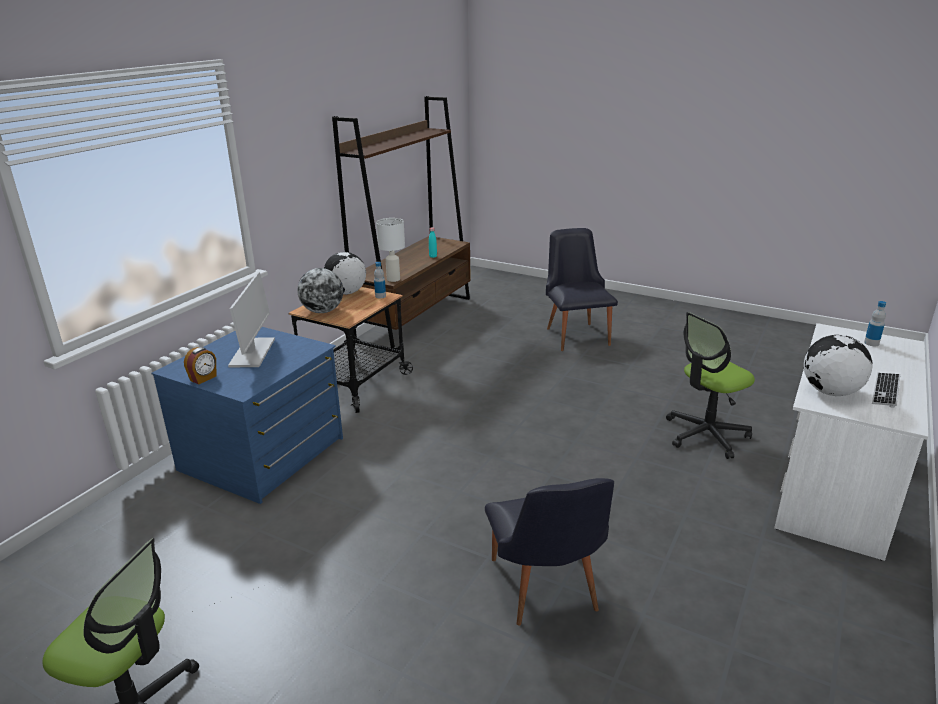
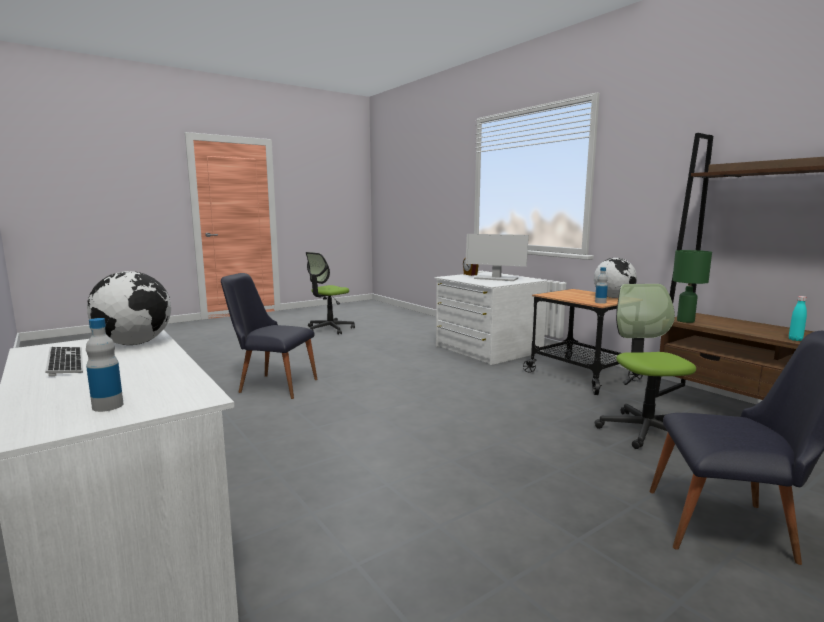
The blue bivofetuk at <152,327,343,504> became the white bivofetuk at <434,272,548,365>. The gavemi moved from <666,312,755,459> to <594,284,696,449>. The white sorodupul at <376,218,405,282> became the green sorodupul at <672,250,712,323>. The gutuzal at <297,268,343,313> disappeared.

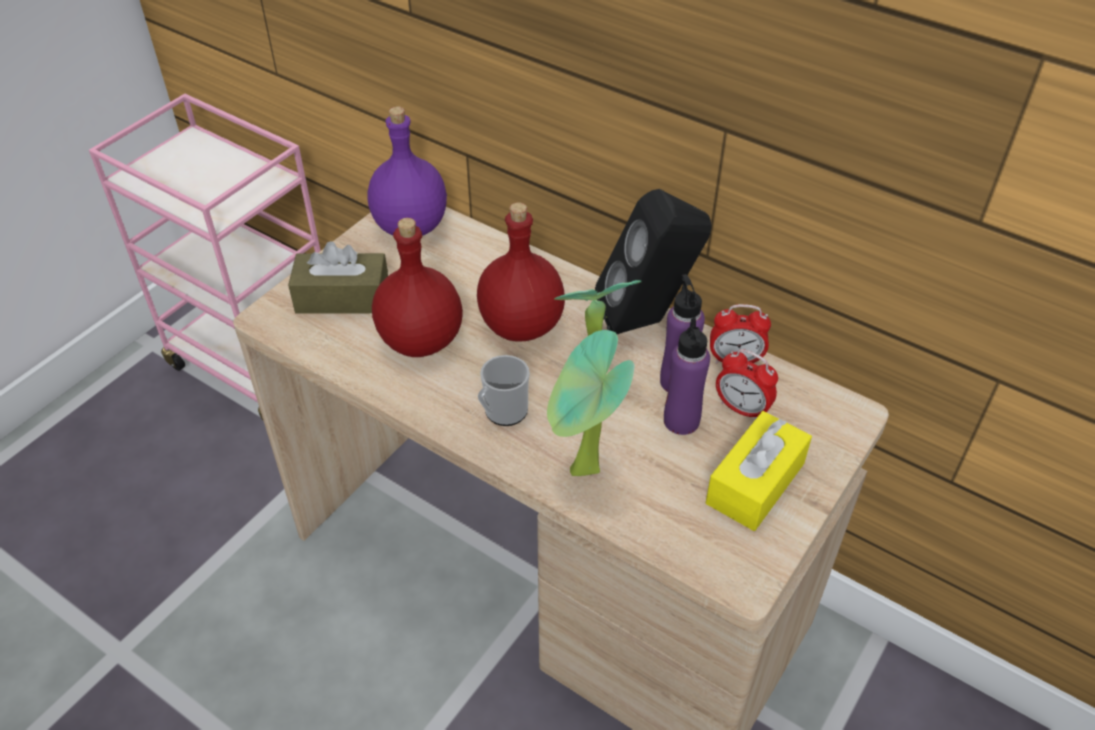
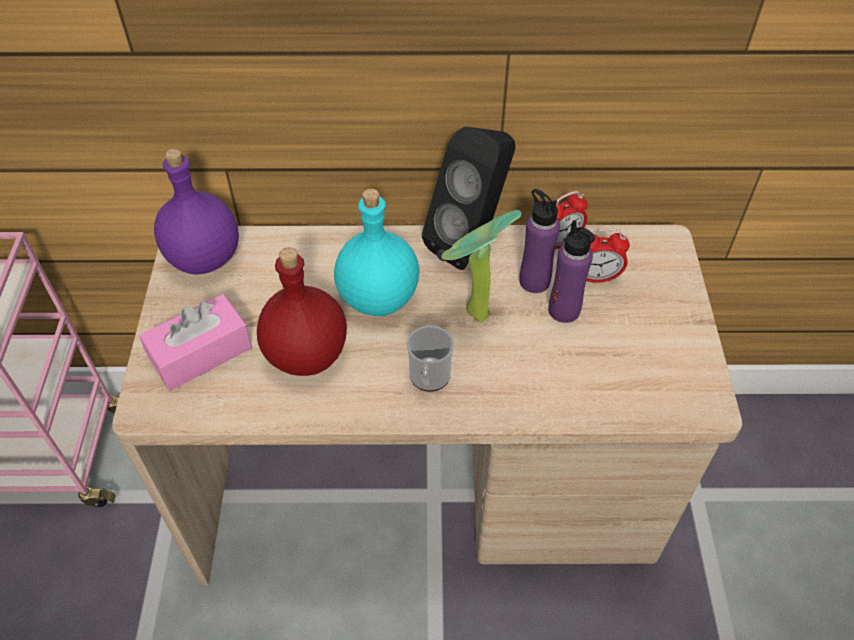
The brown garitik at <288,241,388,314> became the pink garitik at <139,294,252,391>. The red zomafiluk at <477,202,565,342> became the turquoise zomafiluk at <334,189,419,316>. The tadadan at <547,330,635,476> disappeared. The yellow garitik at <706,411,812,531> disappeared.

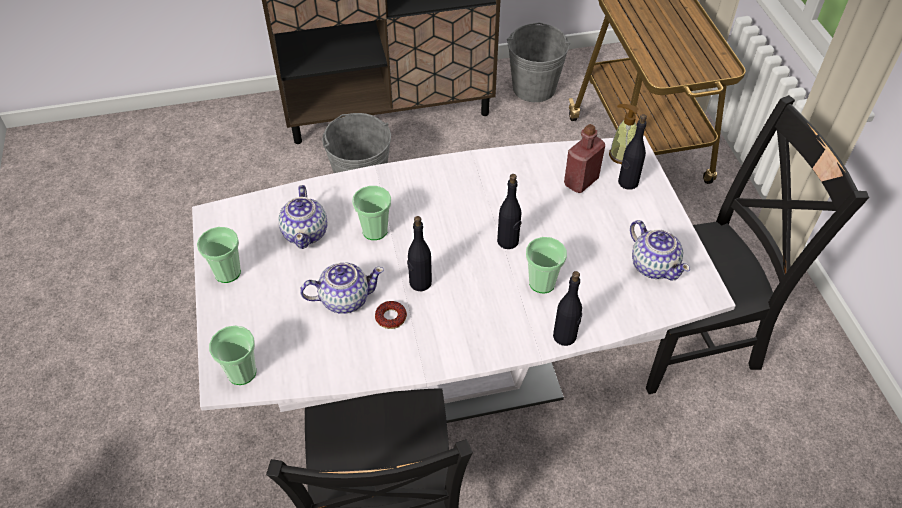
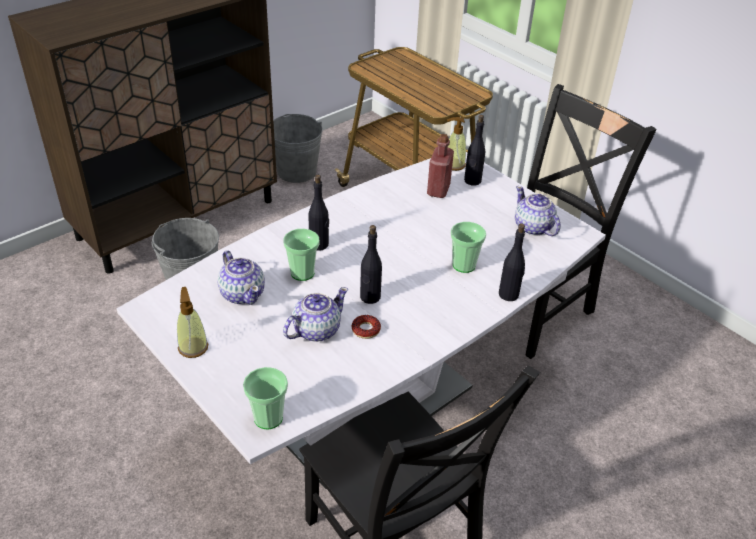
The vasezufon at <197,227,241,283> was replaced by the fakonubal at <177,287,208,358>. The black zomafiluk moved from <497,174,521,249> to <308,175,329,251>. The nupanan at <630,220,690,281> turned 150 degrees counterclockwise.

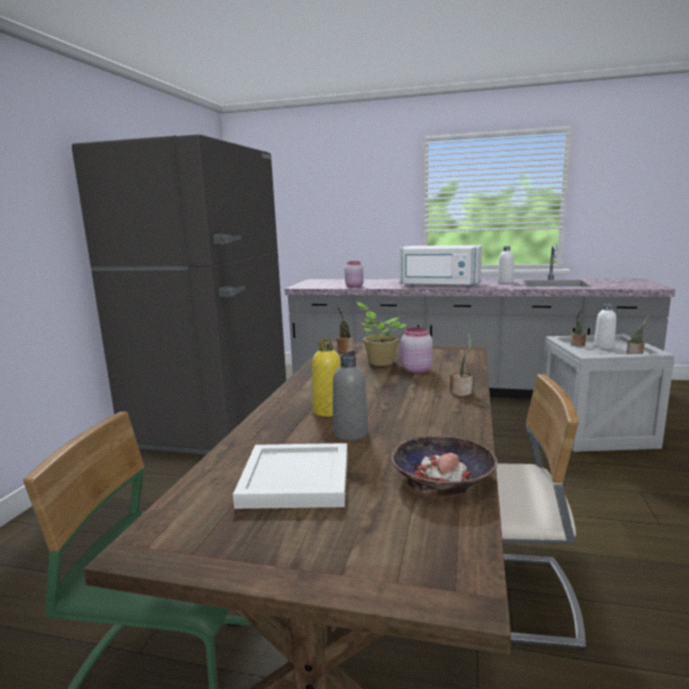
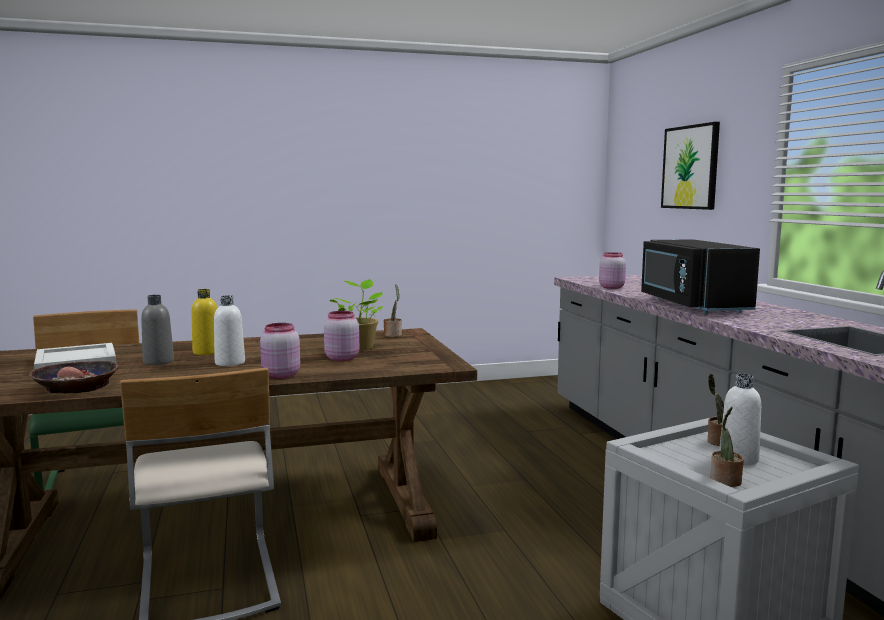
The white zomafiluk moved from <497,246,514,283> to <214,295,245,366>. The tadadan at <450,331,473,396> was replaced by the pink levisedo at <260,323,300,379>. The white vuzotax at <399,245,482,287> became the black vuzotax at <641,239,760,314>. The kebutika at <661,122,720,210> appeared. The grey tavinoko at <72,134,286,455> disappeared.

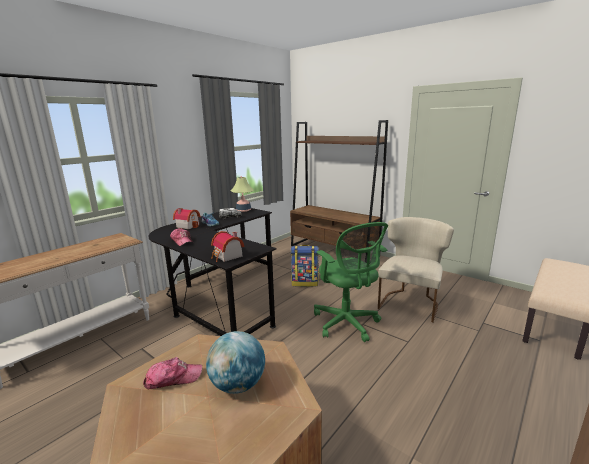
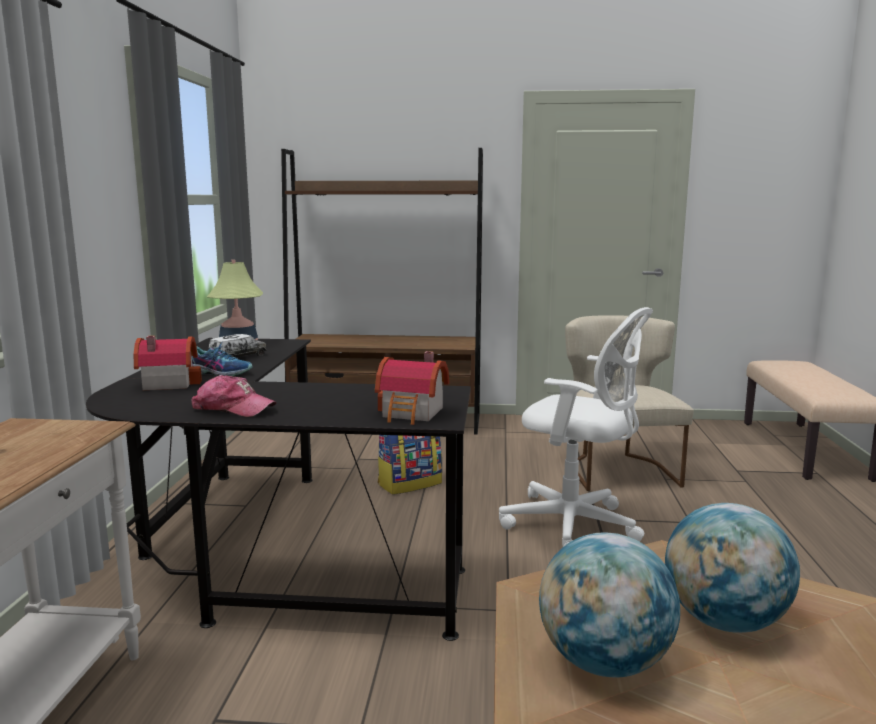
The green gavemi at <314,222,388,342> became the white gavemi at <499,307,653,547>. The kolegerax at <143,357,202,389> was replaced by the gutuzal at <539,532,680,678>.

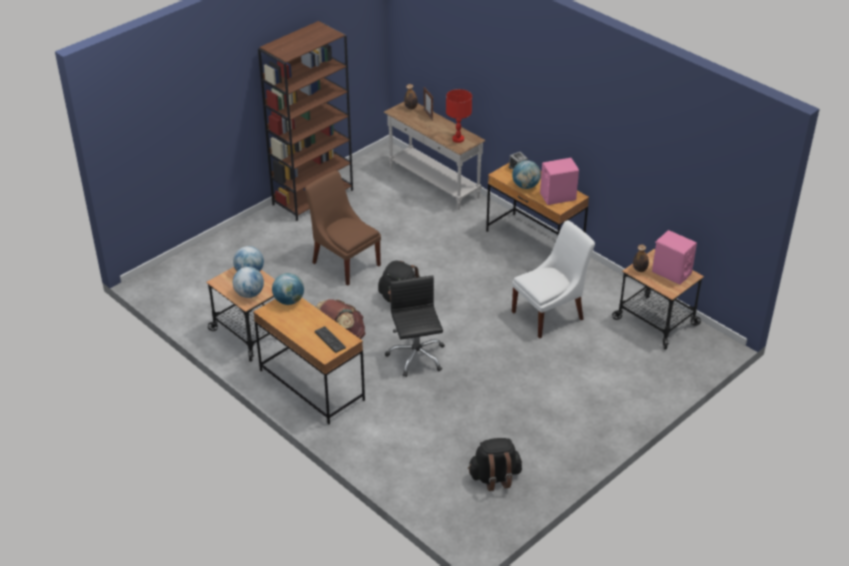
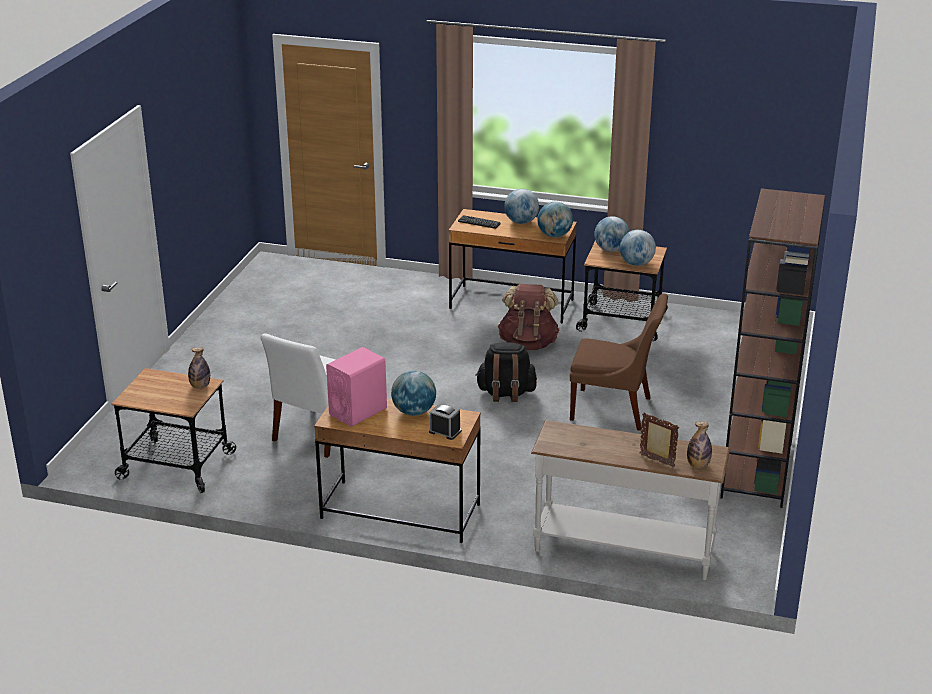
The gutuzal at <504,189,539,224> appeared. The black gavemi at <385,275,445,377> disappeared. The red sorodupul at <446,89,472,143> disappeared. The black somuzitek at <468,438,522,491> disappeared. The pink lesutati at <652,230,697,285> disappeared.

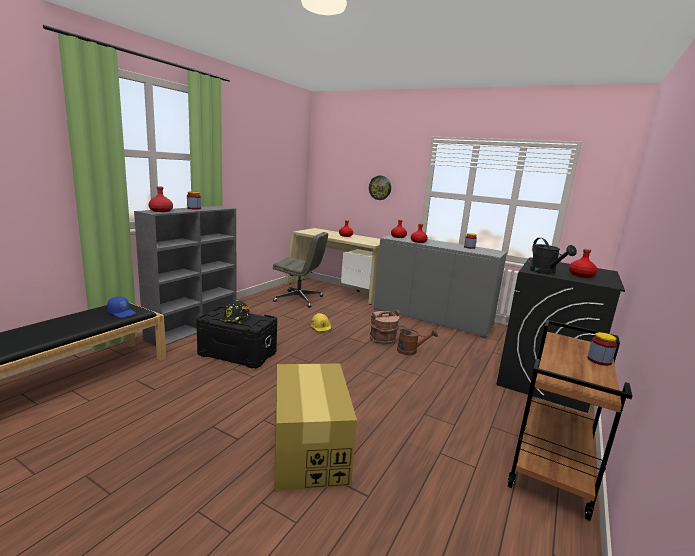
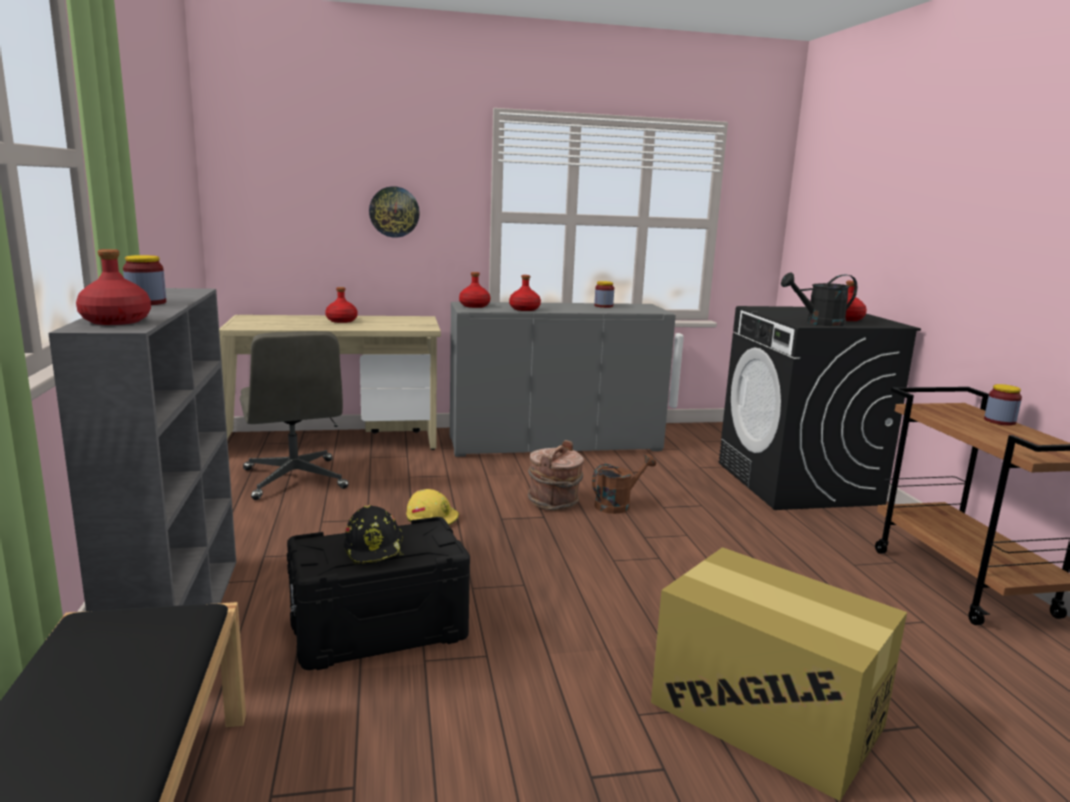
The grey gavemi at <273,232,328,308> turned 90 degrees clockwise. The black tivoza at <530,238,577,275> turned 135 degrees clockwise. The blue kolegerax at <107,296,136,318> disappeared.

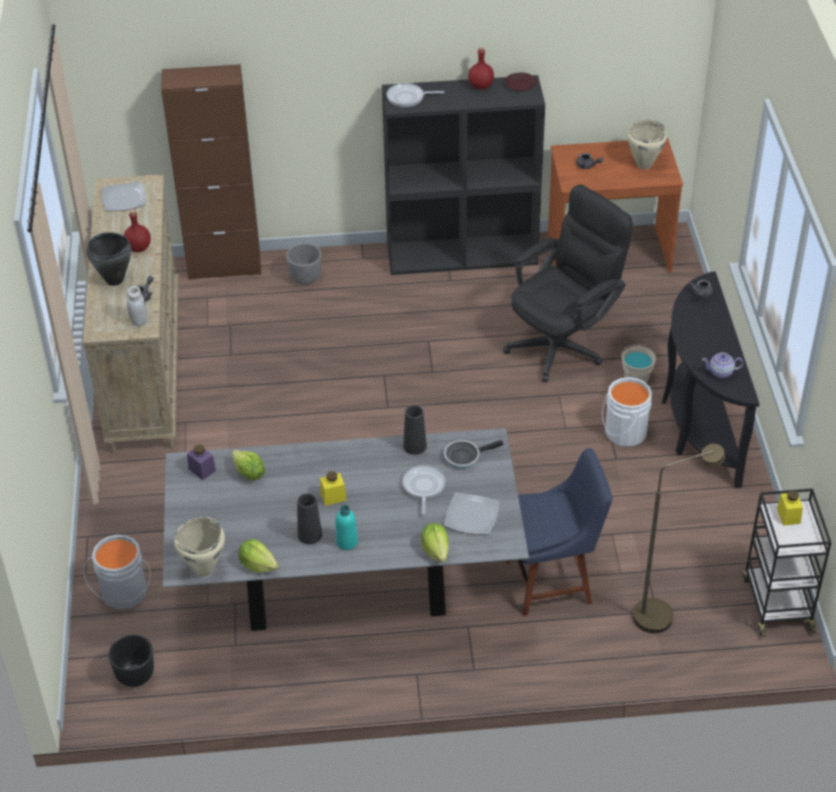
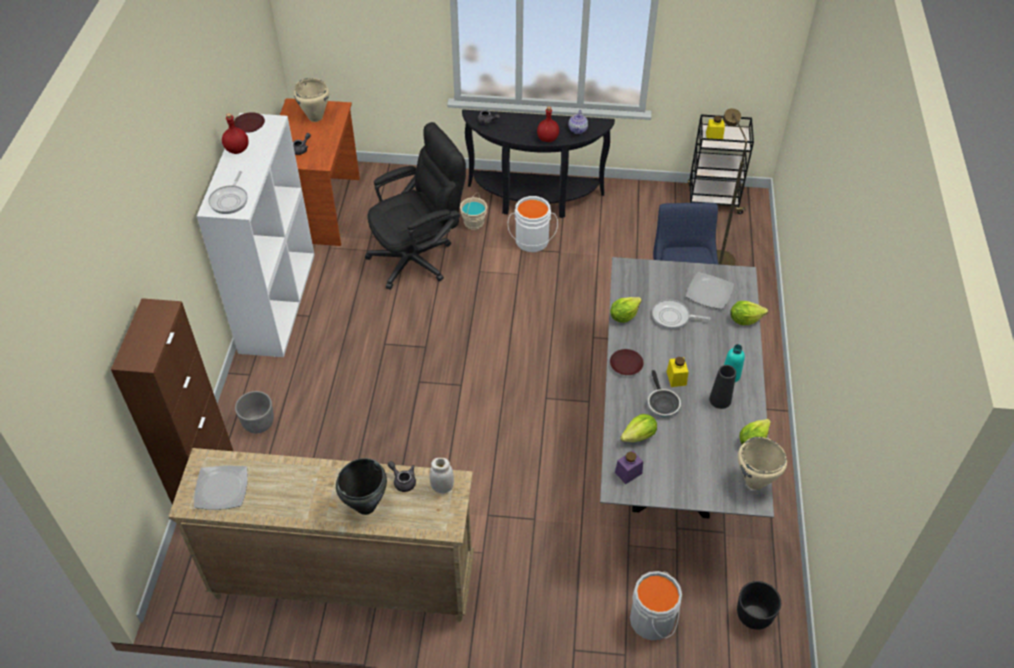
The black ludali at <382,75,545,275> became the white ludali at <197,113,315,357>. The black gavemi at <503,184,633,382> turned 90 degrees clockwise. The red zomafiluk moved from <124,210,151,252> to <537,107,559,142>. The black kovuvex at <403,405,427,455> was replaced by the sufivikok at <610,297,642,323>. The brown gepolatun at <610,349,644,375> appeared. The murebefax moved from <444,440,504,469> to <647,370,681,417>.

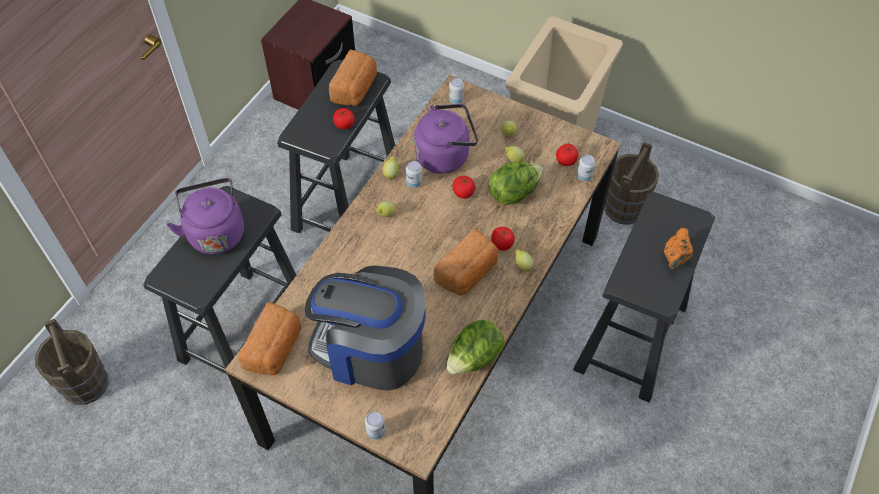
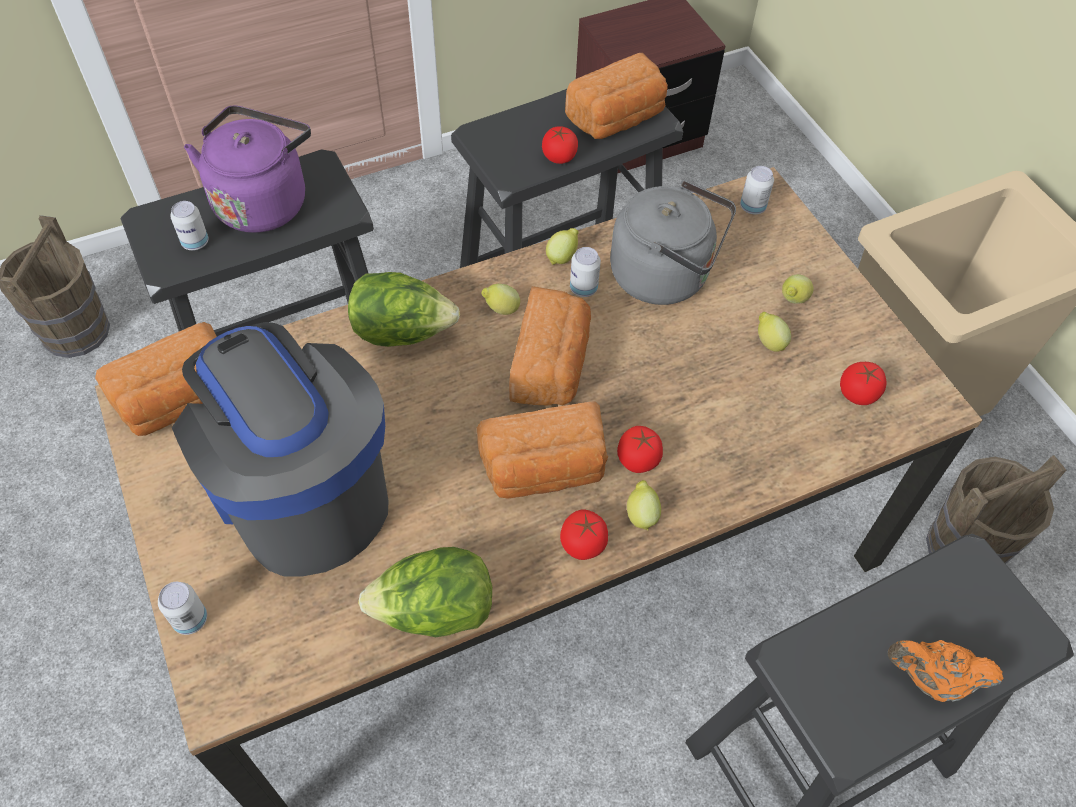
The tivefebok moved from <577,155,595,182> to <170,201,209,250>. The sufivikok moved from <488,162,543,205> to <348,272,460,347>. The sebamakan at <509,286,591,406> appeared. The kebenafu moved from <453,176,475,199> to <560,510,608,560>. The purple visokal at <414,104,478,174> became the grey visokal at <610,180,736,305>. The orange nupanan at <664,228,693,270> turned 45 degrees clockwise.

